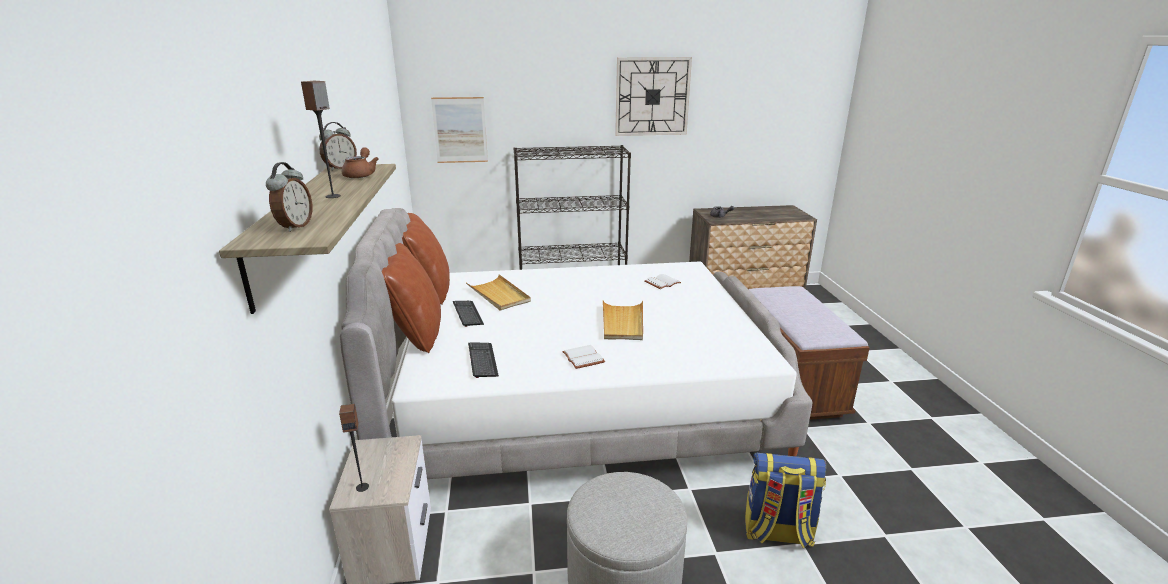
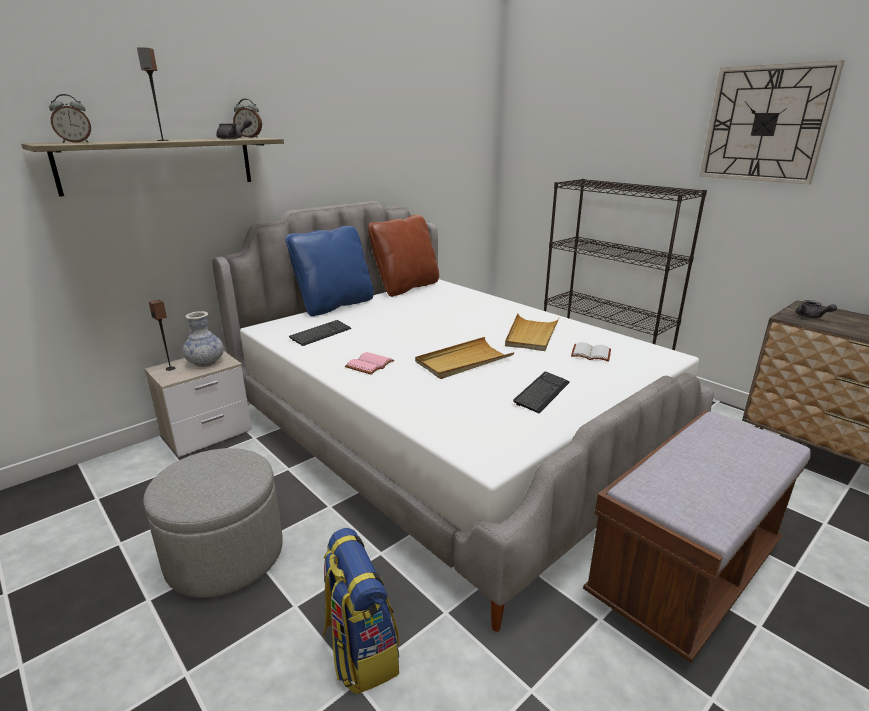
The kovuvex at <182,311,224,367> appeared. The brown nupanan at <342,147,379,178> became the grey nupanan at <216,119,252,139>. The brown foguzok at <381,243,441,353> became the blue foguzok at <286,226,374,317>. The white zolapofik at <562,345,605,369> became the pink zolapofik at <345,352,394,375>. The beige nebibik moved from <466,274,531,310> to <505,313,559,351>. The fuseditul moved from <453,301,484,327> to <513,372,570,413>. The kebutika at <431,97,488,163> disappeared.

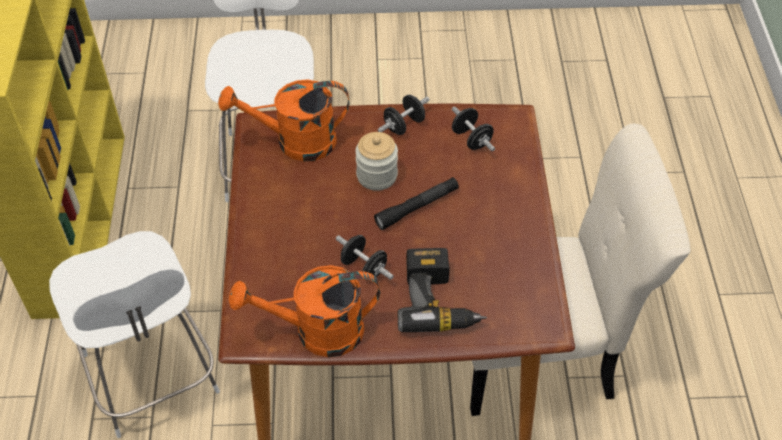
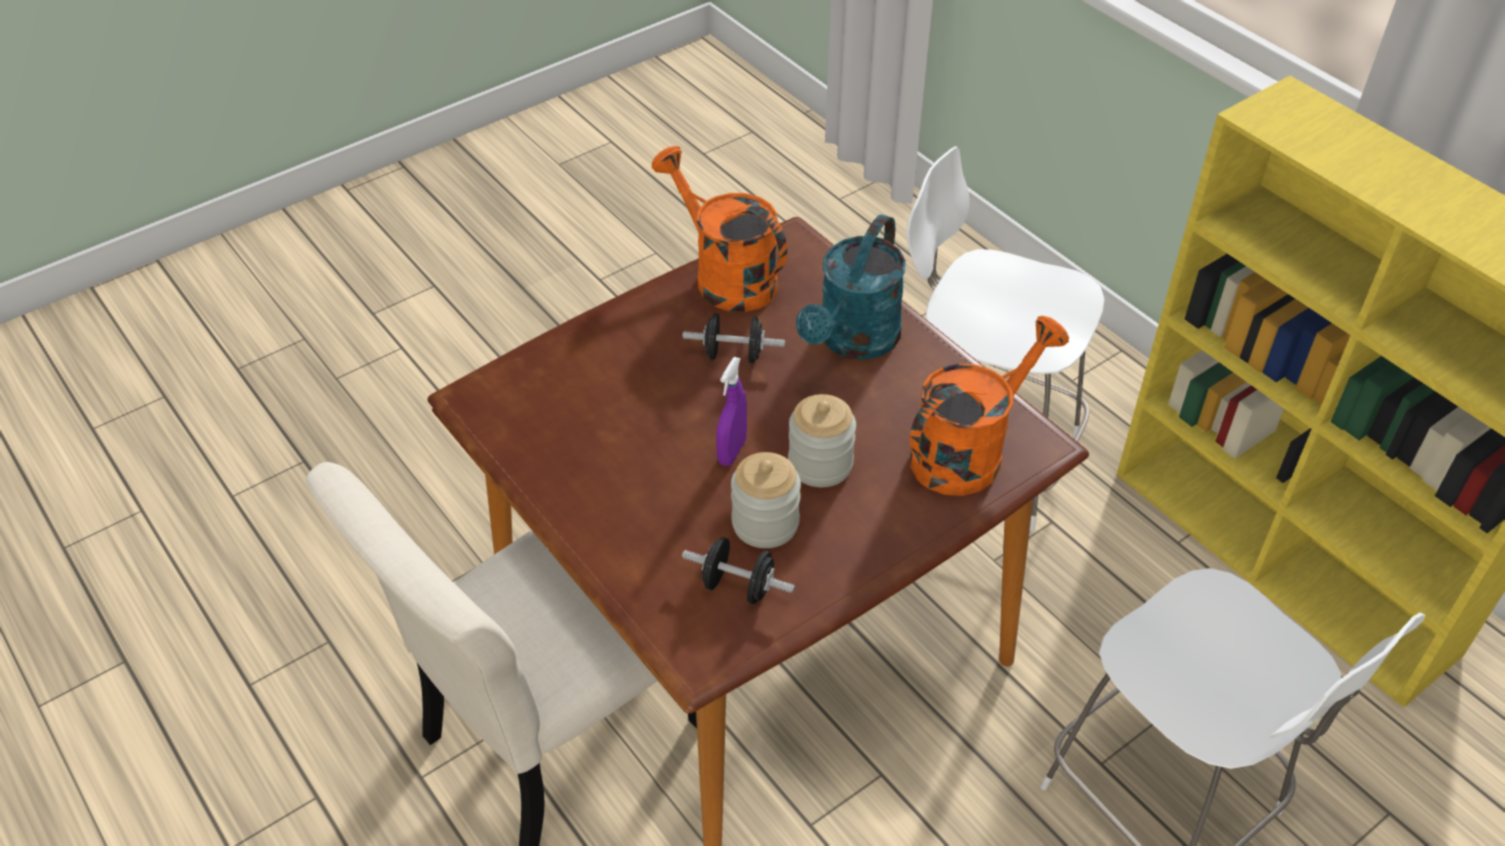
The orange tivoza at <229,265,380,357> turned 90 degrees counterclockwise. The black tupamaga at <374,177,459,230> was replaced by the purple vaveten at <716,357,747,466>. The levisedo at <731,452,801,548> appeared. The turquoise tivoza at <796,214,906,360> appeared. The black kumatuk at <378,95,430,135> disappeared. The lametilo at <398,248,487,332> disappeared.

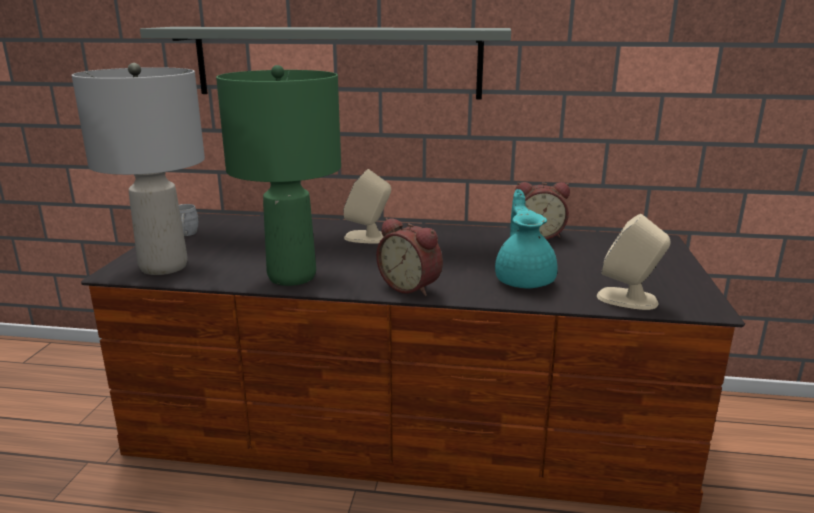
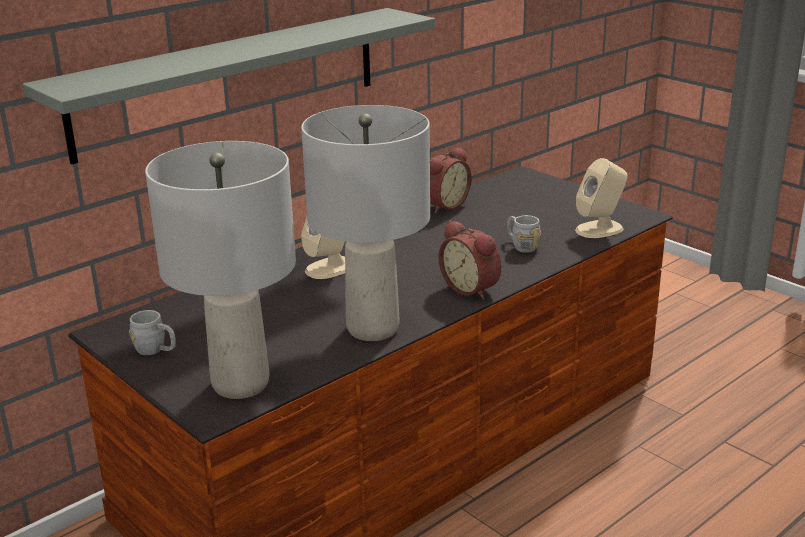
The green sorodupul at <216,65,341,286> became the grey sorodupul at <301,105,430,341>. The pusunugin at <376,218,443,296> turned 60 degrees clockwise. The turquoise nupanan at <495,189,558,288> was replaced by the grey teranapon at <507,215,541,253>.

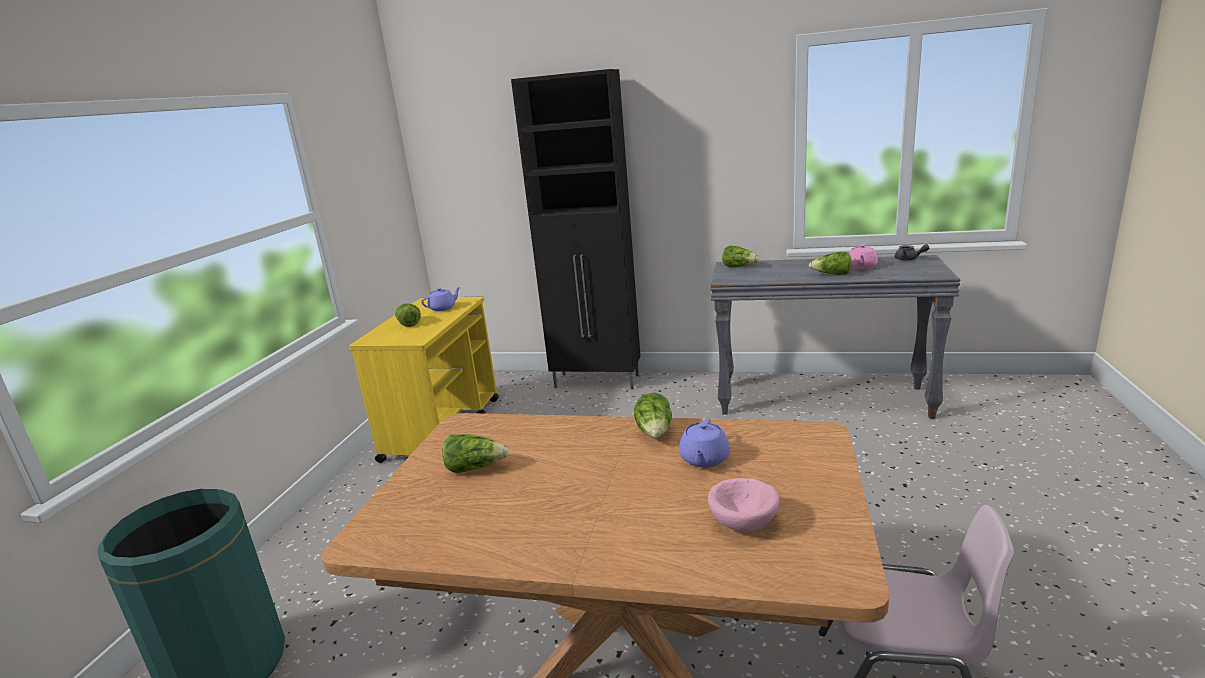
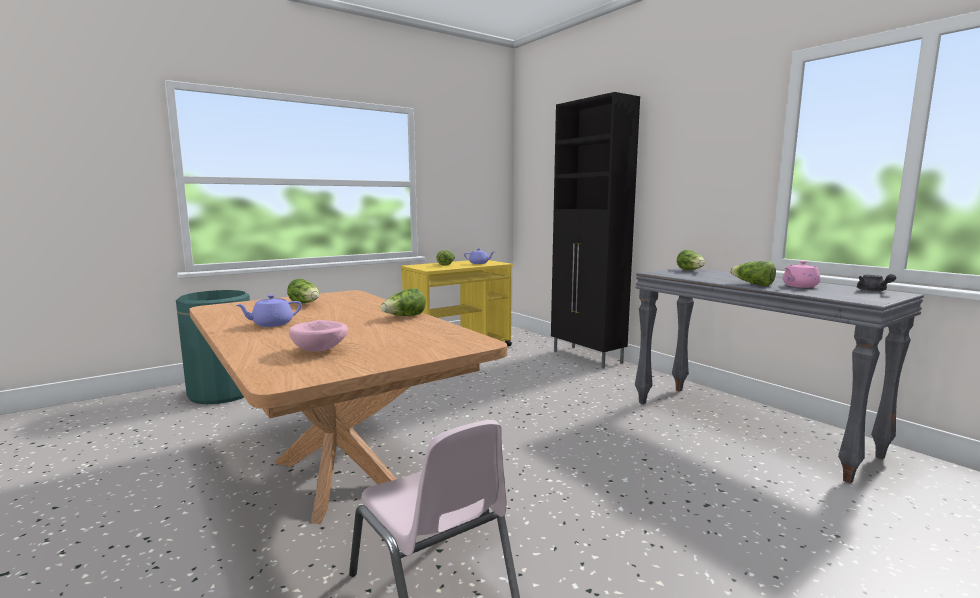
The purple nupanan moved from <679,418,730,468> to <236,295,302,327>.

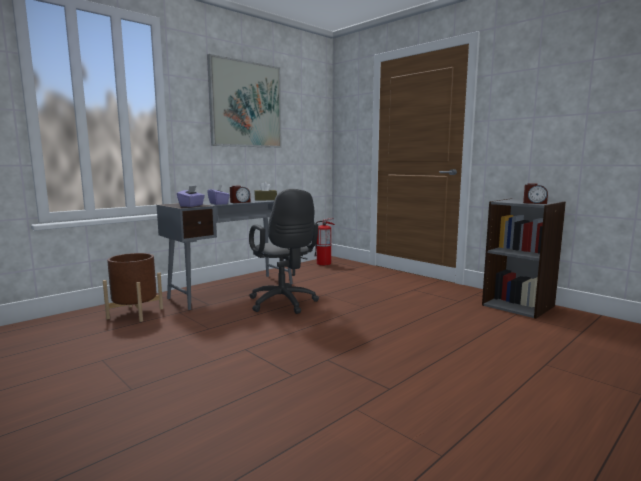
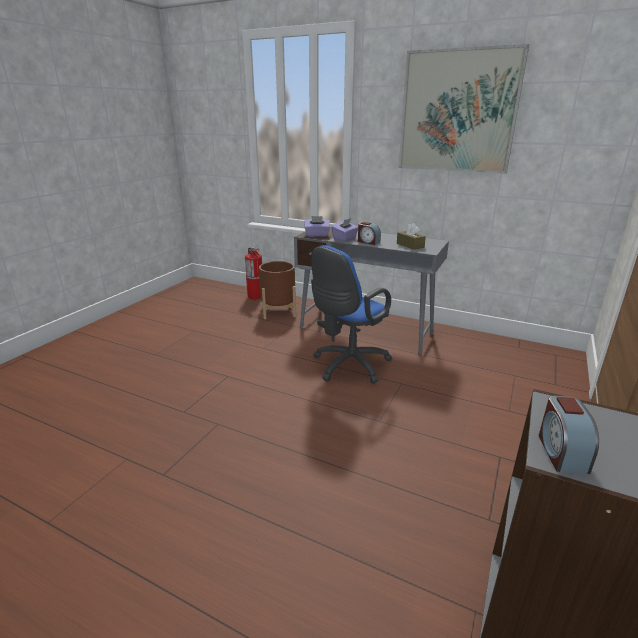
The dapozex moved from <314,218,335,265> to <245,247,262,299>. The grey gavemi at <249,189,319,314> became the blue gavemi at <311,245,392,384>.

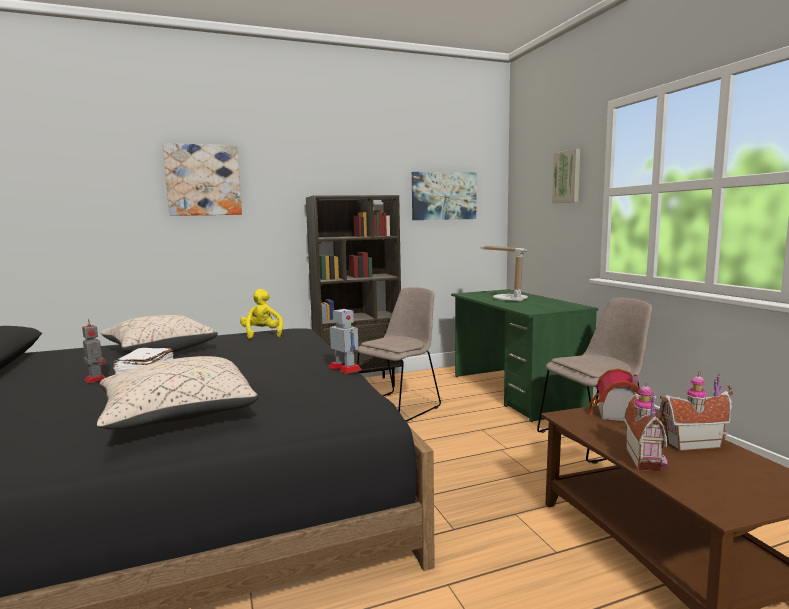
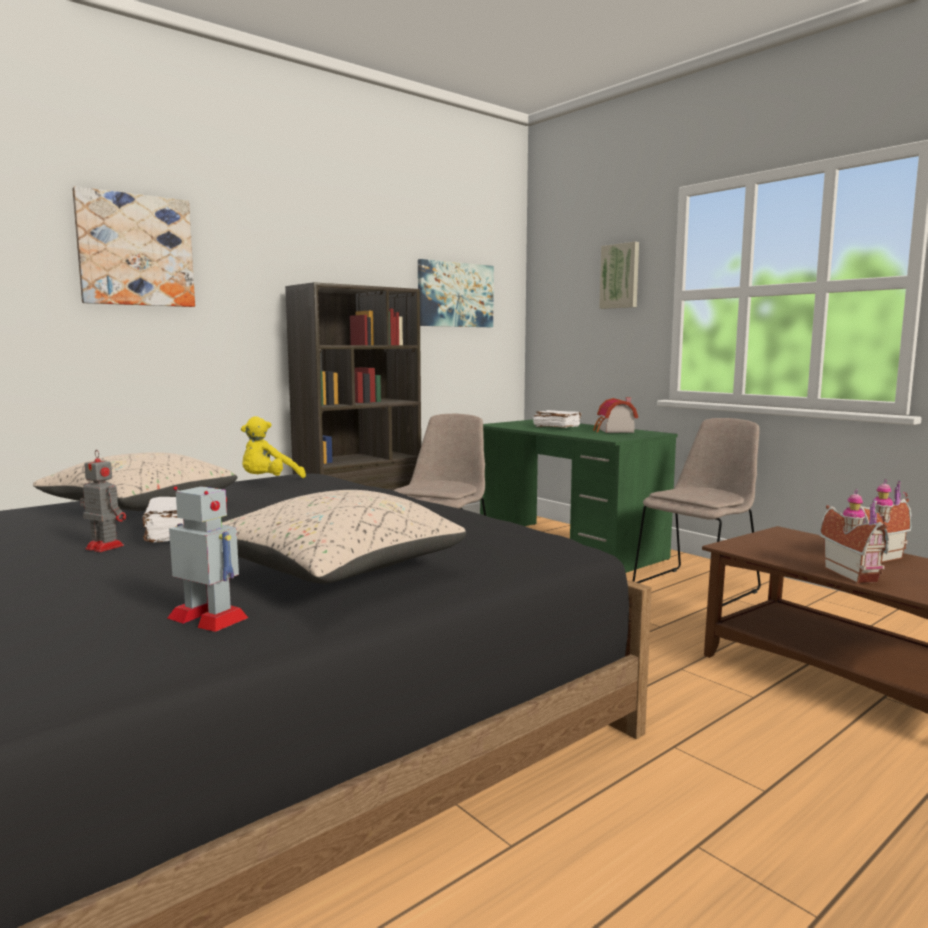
The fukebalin moved from <329,308,362,374> to <168,486,248,632>. The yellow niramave at <240,289,283,339> turned 105 degrees counterclockwise. The sorodupul at <480,246,528,301> was replaced by the white zolapofik at <533,410,582,428>. The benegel moved from <588,369,640,421> to <593,397,638,433>.

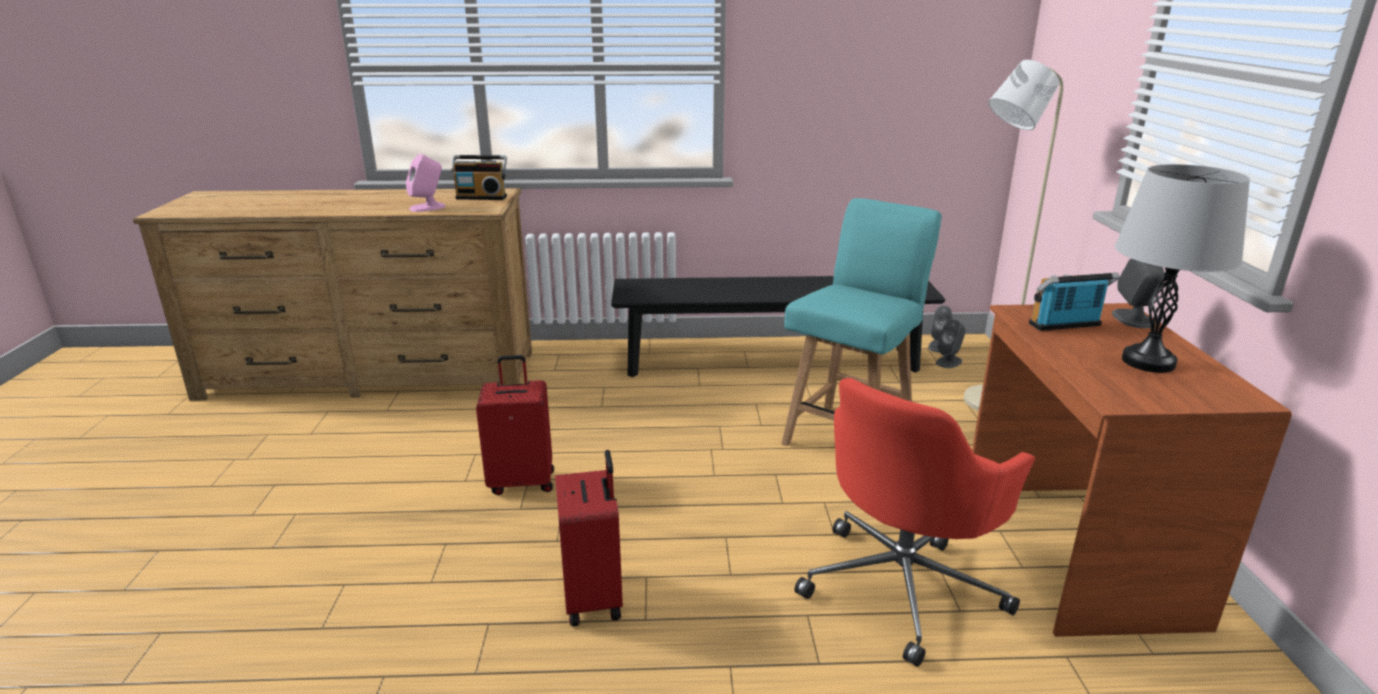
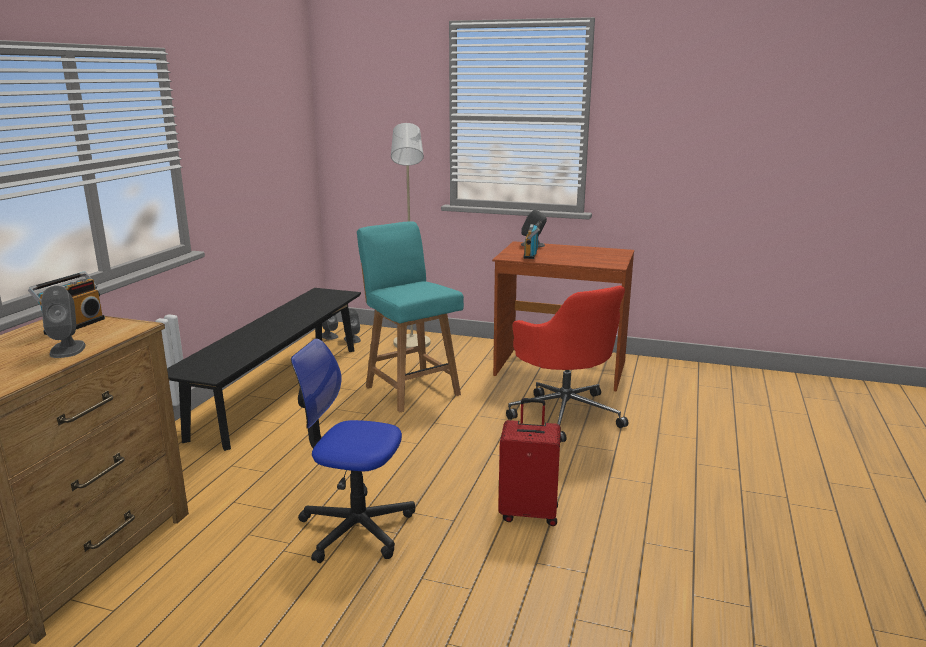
The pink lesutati at <406,154,446,212> became the grey lesutati at <41,286,85,358>. The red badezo at <476,355,554,495> was replaced by the gavemi at <291,339,415,563>. The grey sorodupul at <1115,164,1250,373> disappeared.

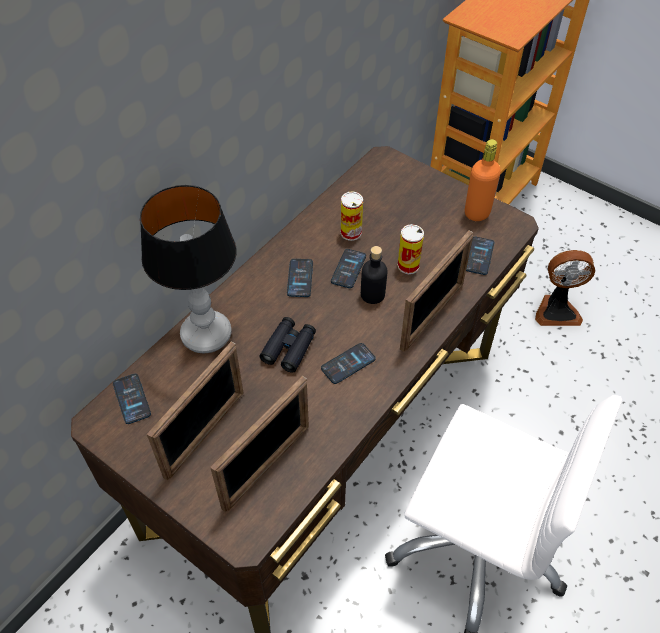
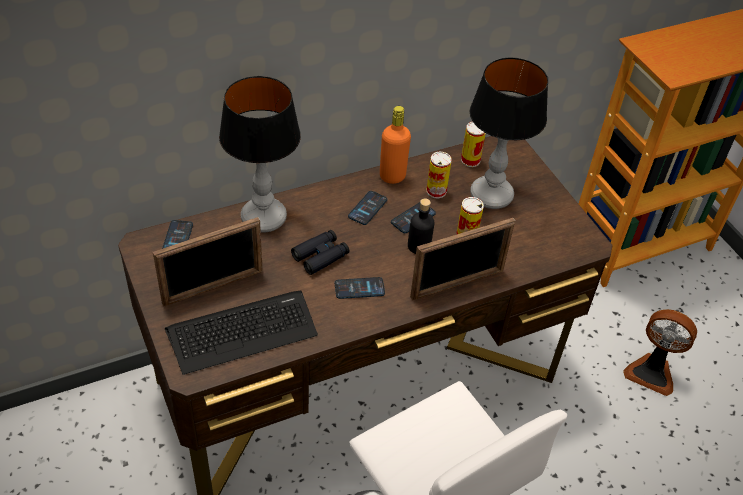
The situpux at <210,376,309,512> was replaced by the fuseditul at <165,290,318,375>. The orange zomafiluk moved from <465,139,501,221> to <380,106,411,184>. The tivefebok at <461,122,486,167> appeared. The sorodupul at <470,57,548,209> appeared. The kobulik at <466,237,495,275> disappeared.

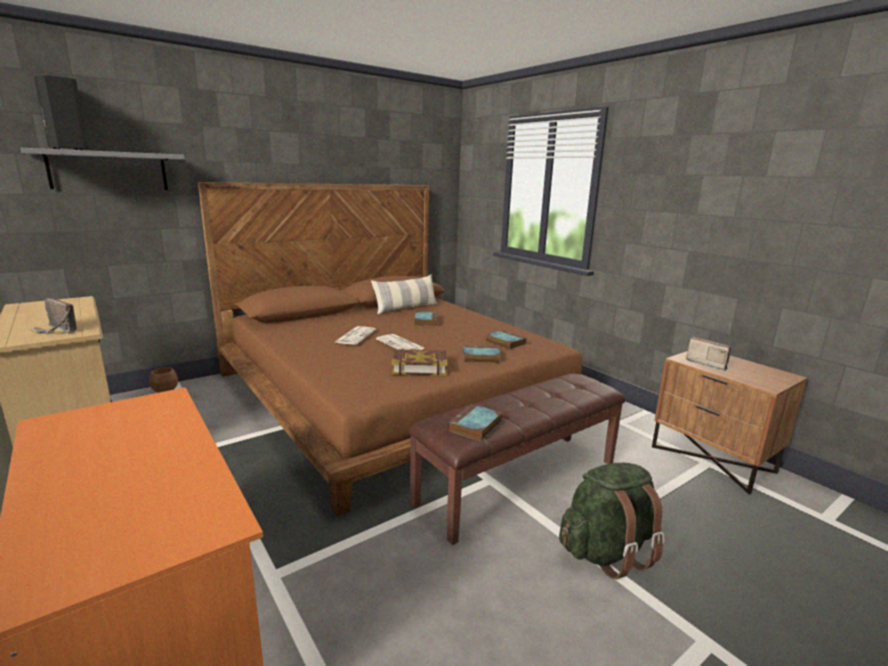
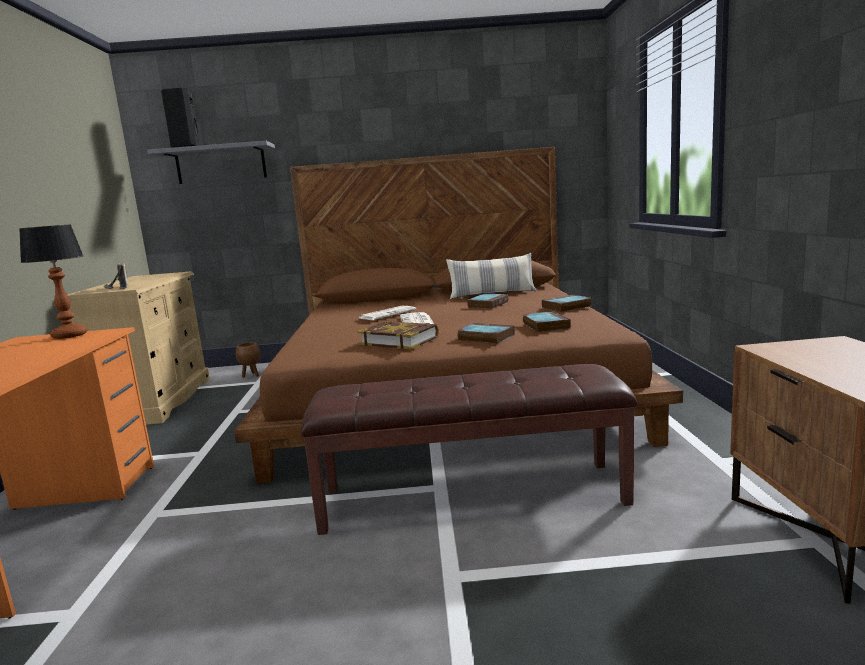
The sorodupul at <19,224,88,339> appeared. The zolapofik moved from <448,404,502,442> to <542,295,591,312>. The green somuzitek at <559,463,665,579> disappeared. The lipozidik at <686,337,731,371> disappeared.

